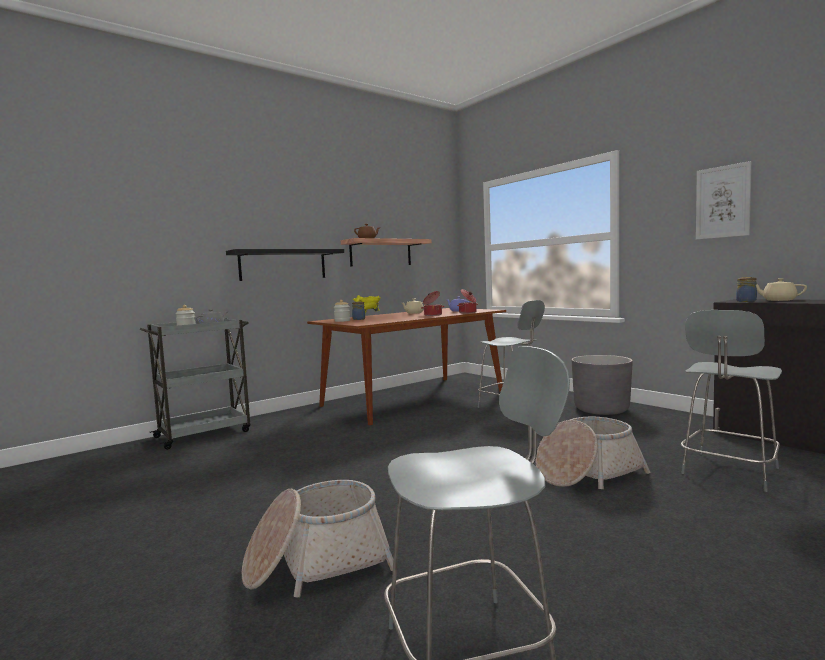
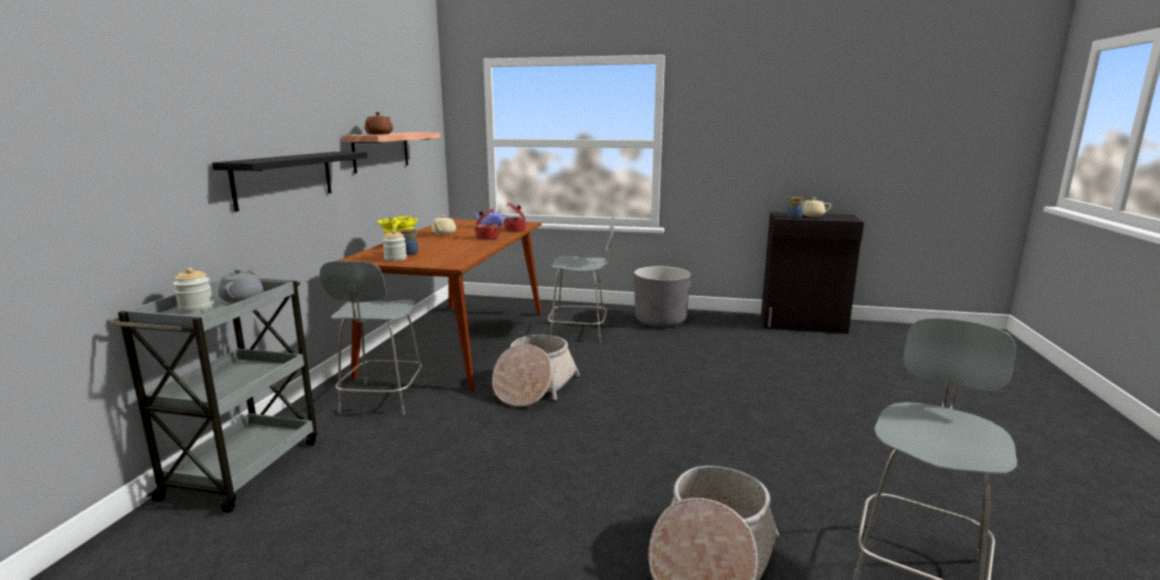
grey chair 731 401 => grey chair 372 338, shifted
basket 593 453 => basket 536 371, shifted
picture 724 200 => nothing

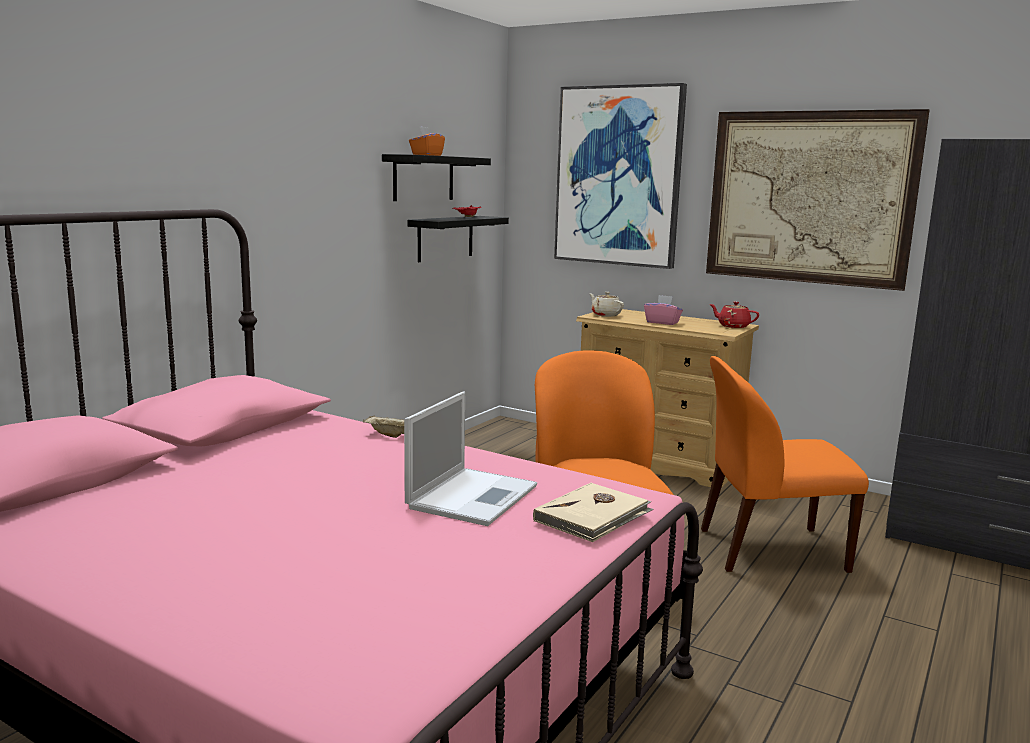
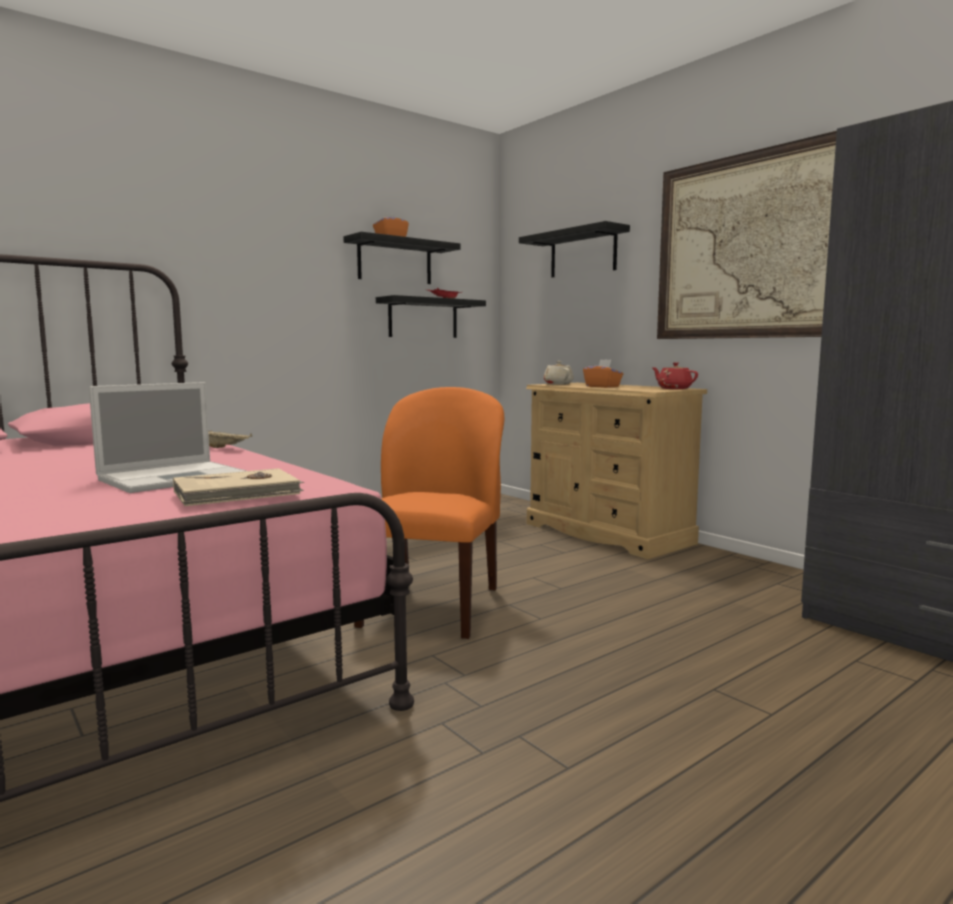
picture 620 176 => black shelf 574 249
pink tissue box 663 310 => orange tissue box 603 373
orange chair 785 464 => nothing

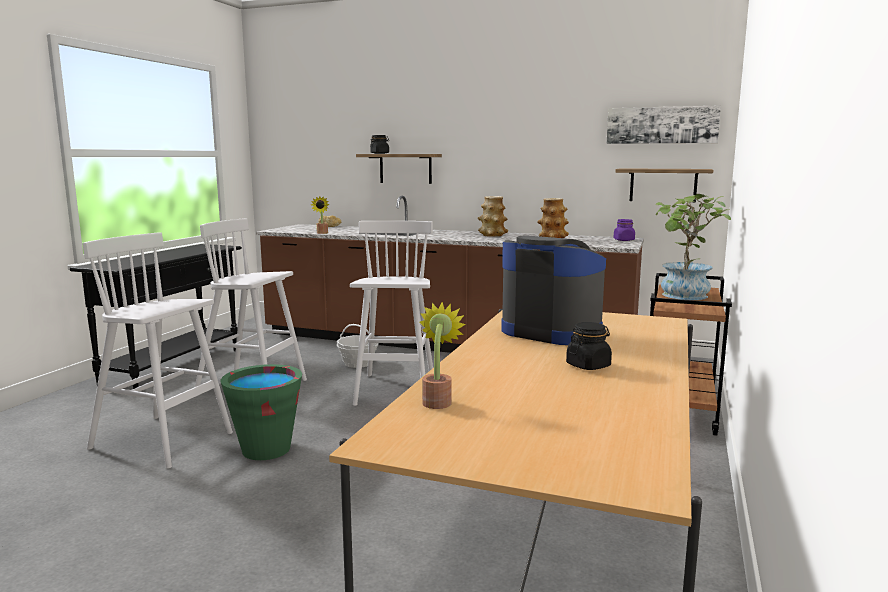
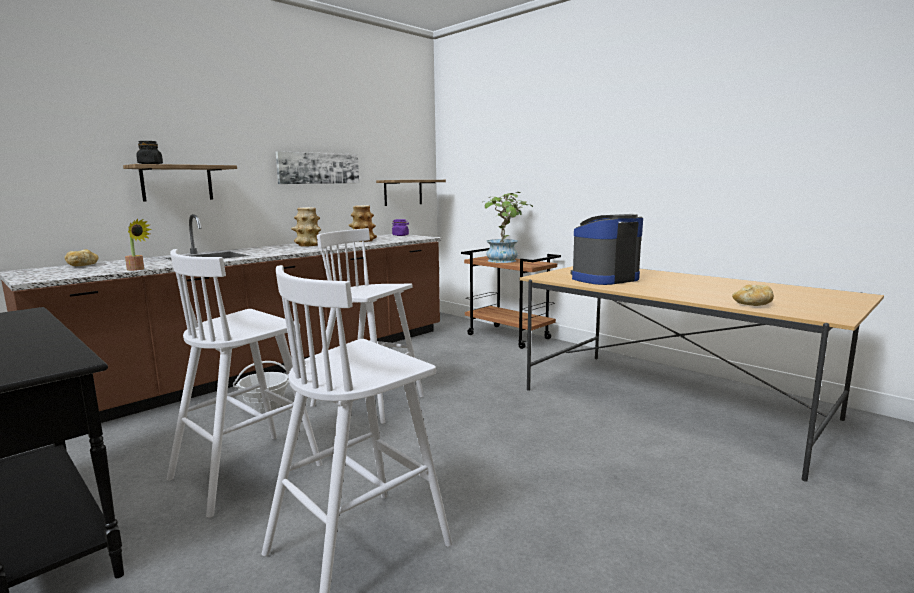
picture 664 124 => picture 317 167, shifted
potted plant 442 355 => bread 753 295
green bucket 261 412 => nothing
black jar 589 346 => nothing

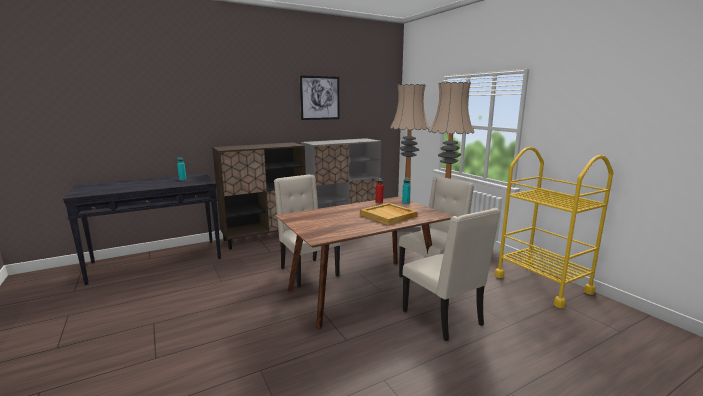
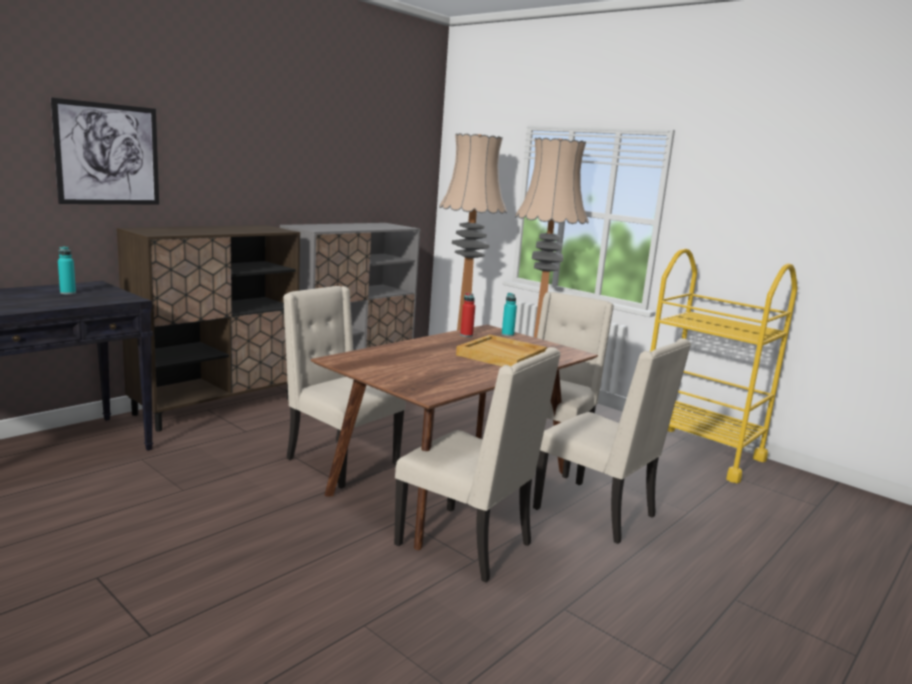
picture 320 97 => picture 105 151, shifted
nothing => beige chair 477 464

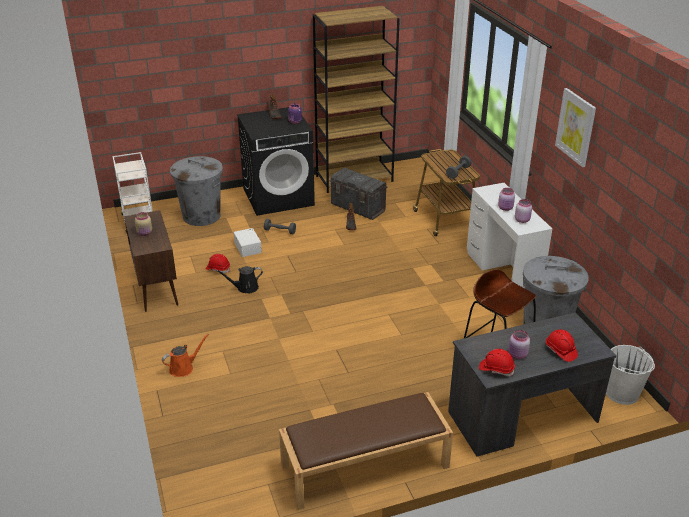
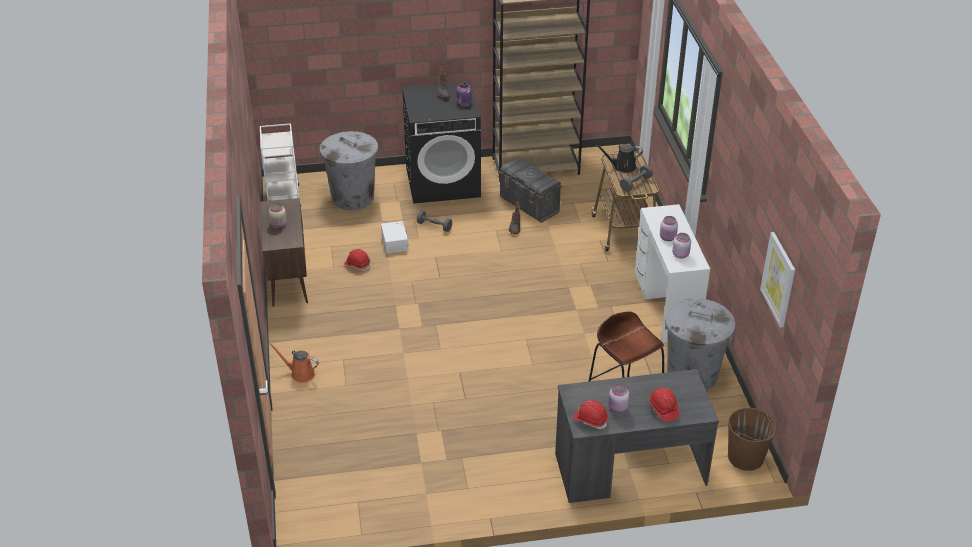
orange watering can 185 355 => orange watering can 294 363, 135 degrees counterclockwise
black watering can 239 279 => black watering can 619 158, shifted
white bucket 630 375 => brown bucket 752 439
picture 575 127 => picture 777 280, shifted
brown bench 366 451 => nothing

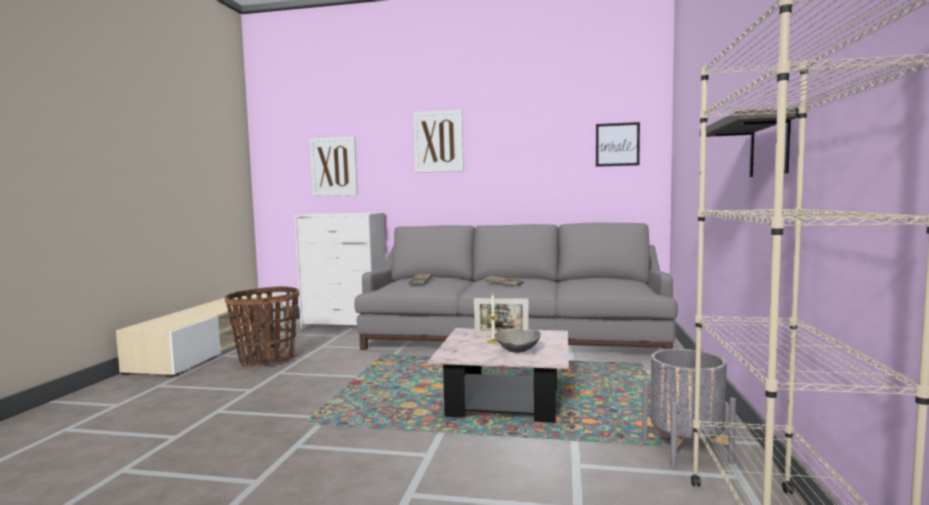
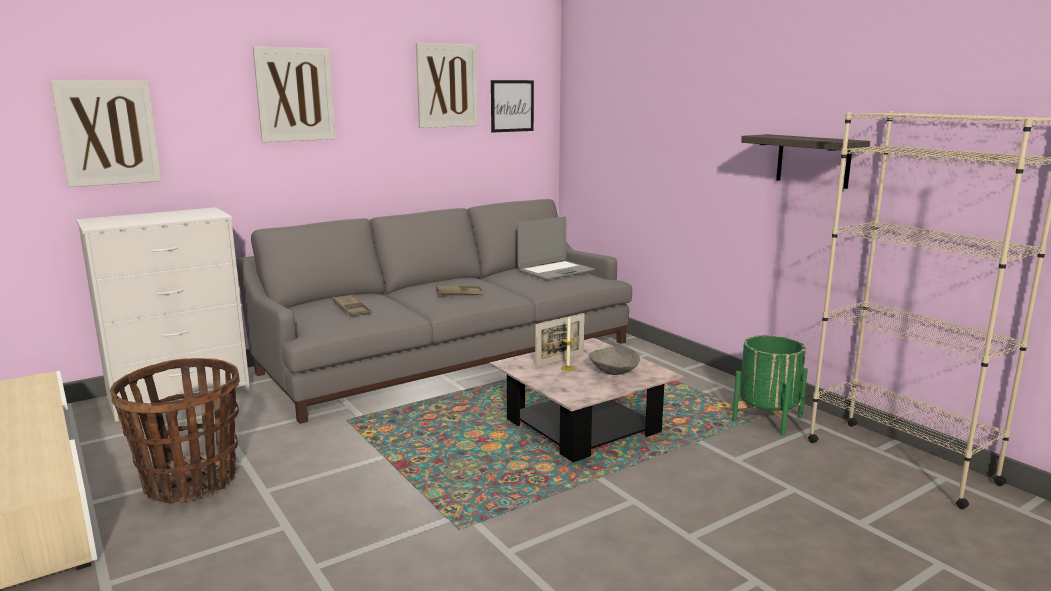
nothing => picture 447 85
nothing => laptop 556 247
grey planter 689 409 => green planter 770 385

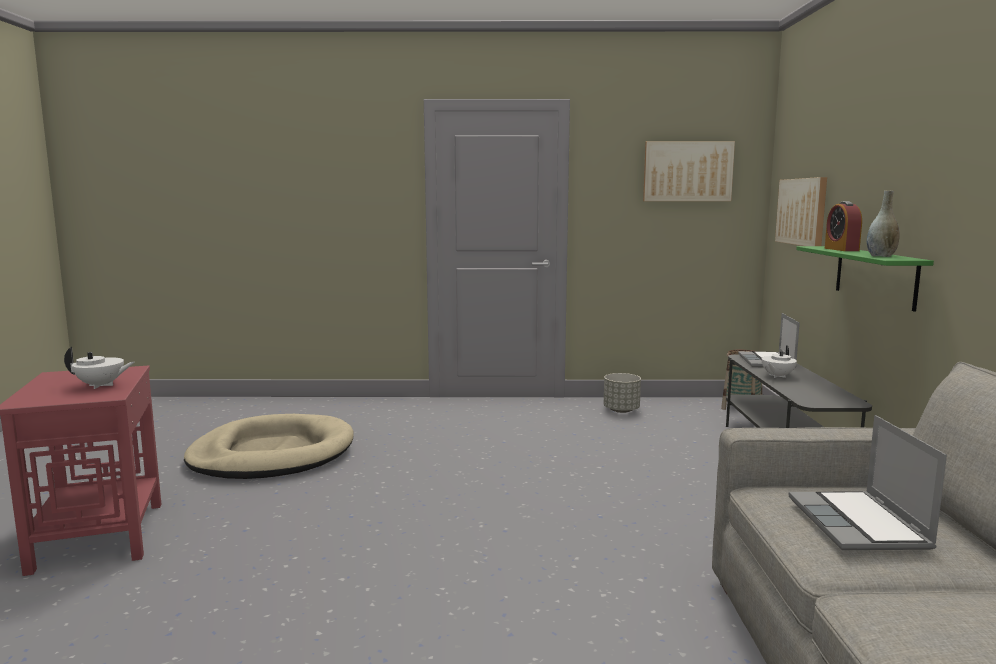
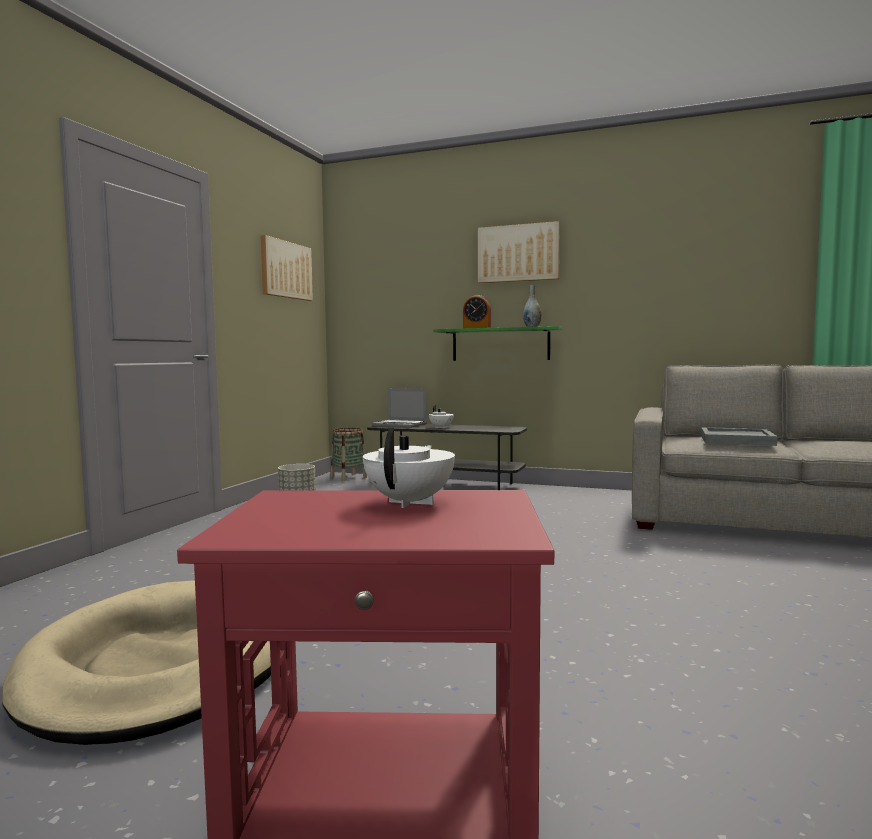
picture 801 211 => picture 519 252, shifted
laptop 868 482 => grey tray 739 436

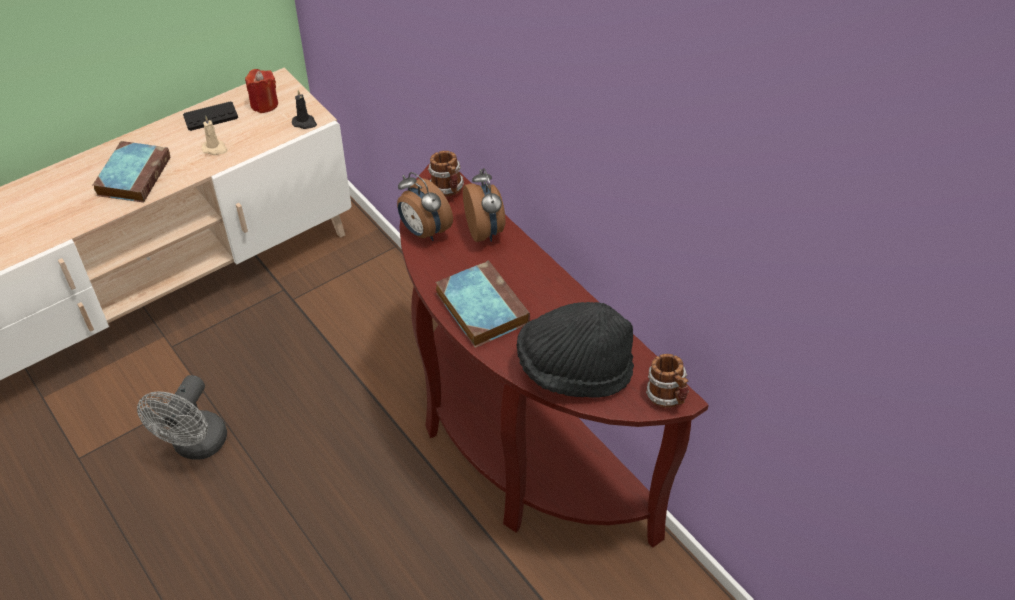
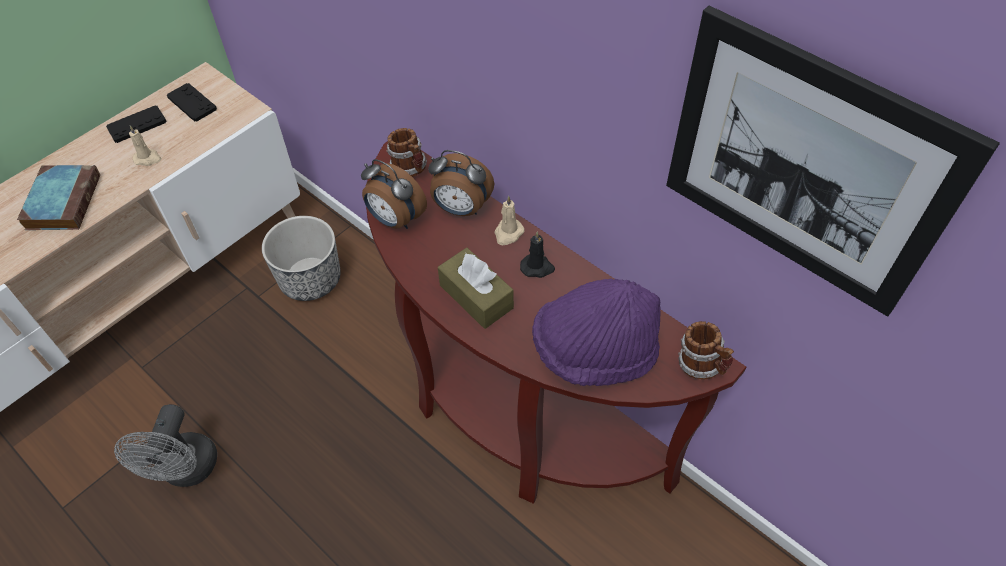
red candle 261 91 => black game controller 192 102
nothing => planter 301 258
alarm clock 484 205 => alarm clock 461 183, 135 degrees clockwise
book 483 304 => brown tissue box 476 288
nothing => beige candle 509 220
black candle 304 109 => black candle 537 254, shifted
black hat 575 350 => purple hat 596 332
nothing => picture 833 161

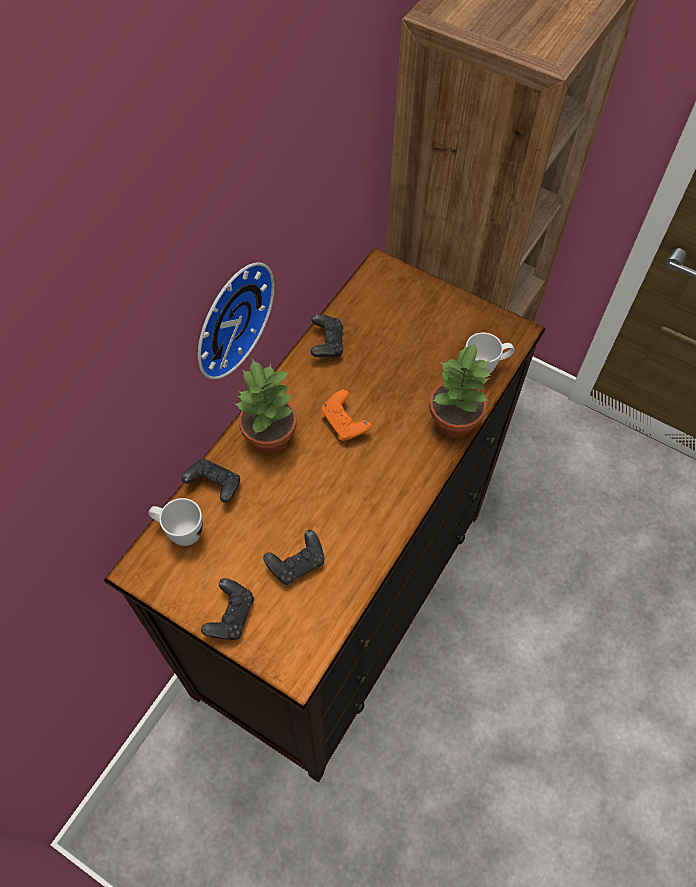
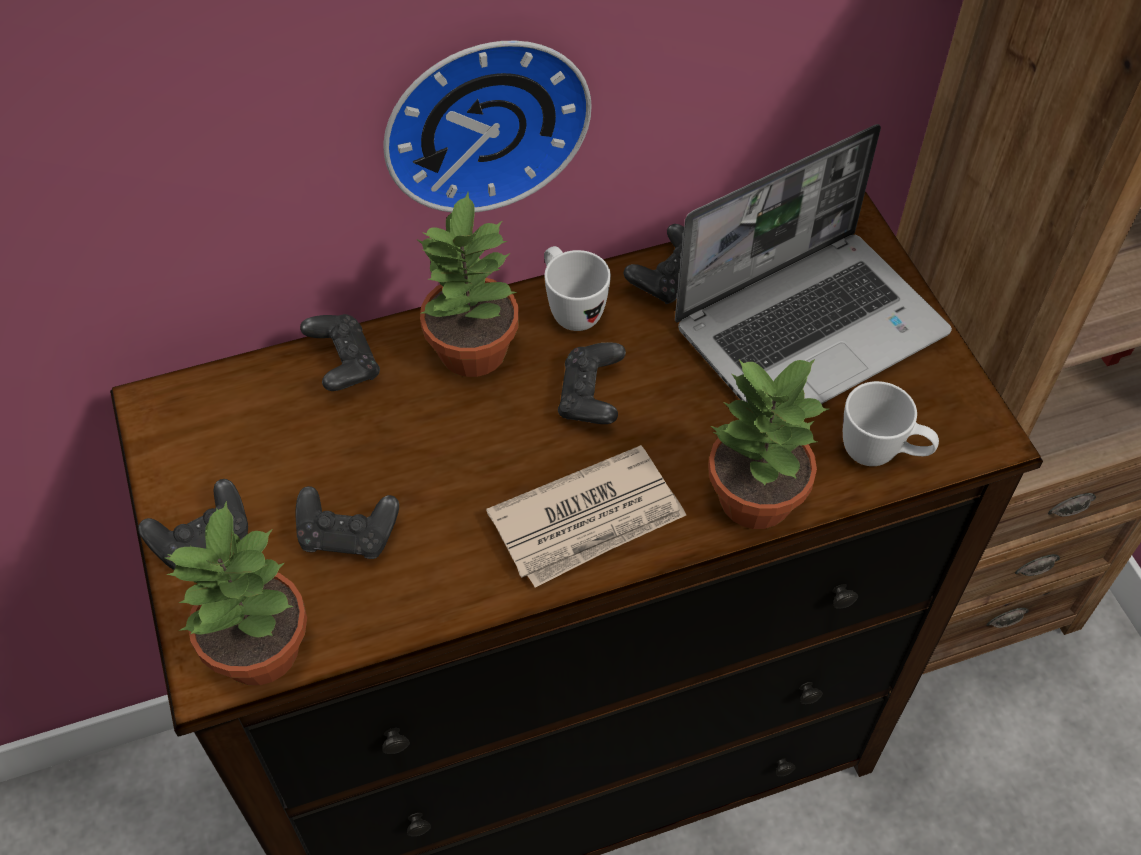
nothing => potted plant 236 593
nothing => newspaper 586 516
white mug 175 522 => white mug 577 288, shifted
orange game controller 346 415 => black game controller 592 383
nothing => laptop 813 264

